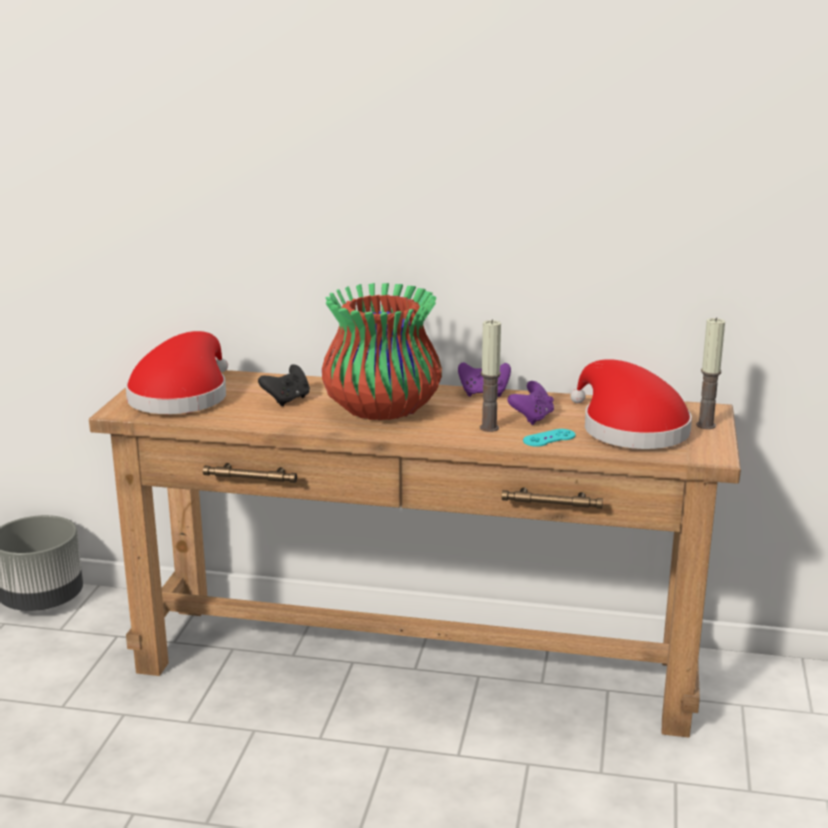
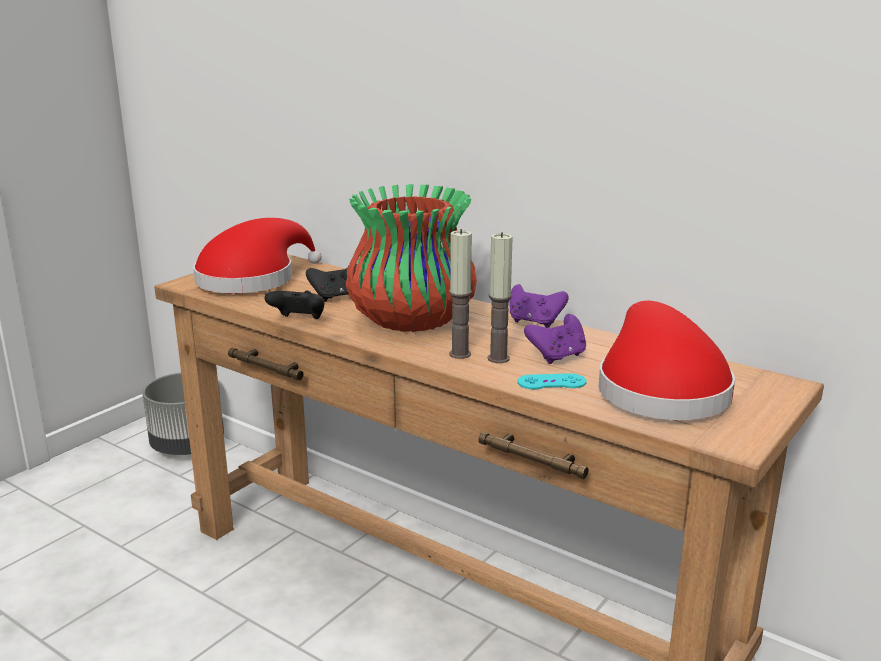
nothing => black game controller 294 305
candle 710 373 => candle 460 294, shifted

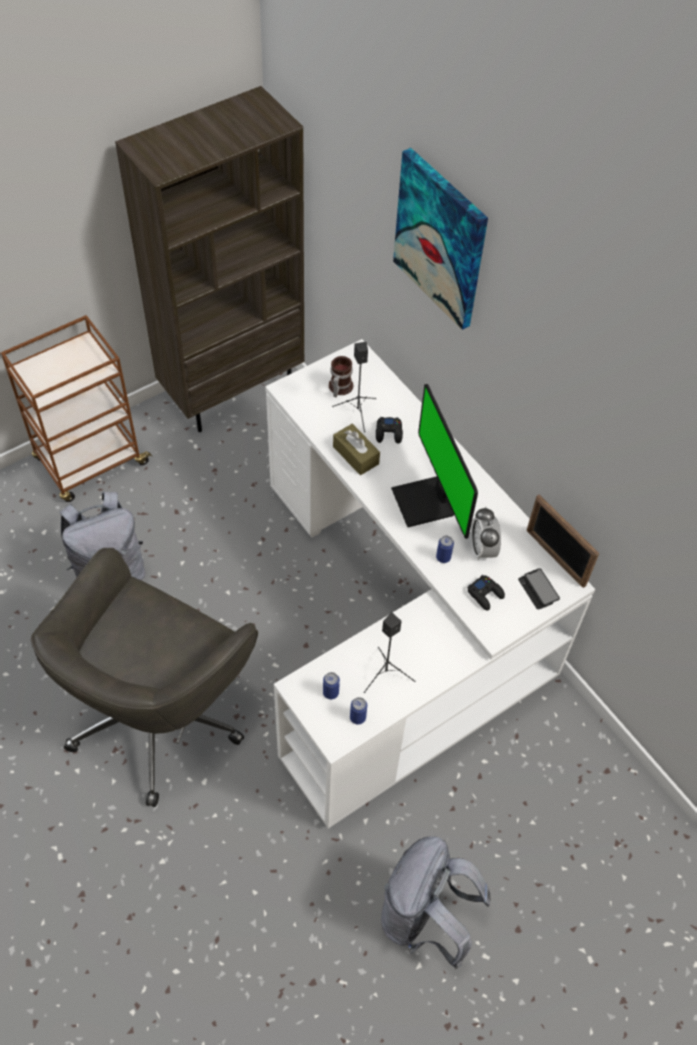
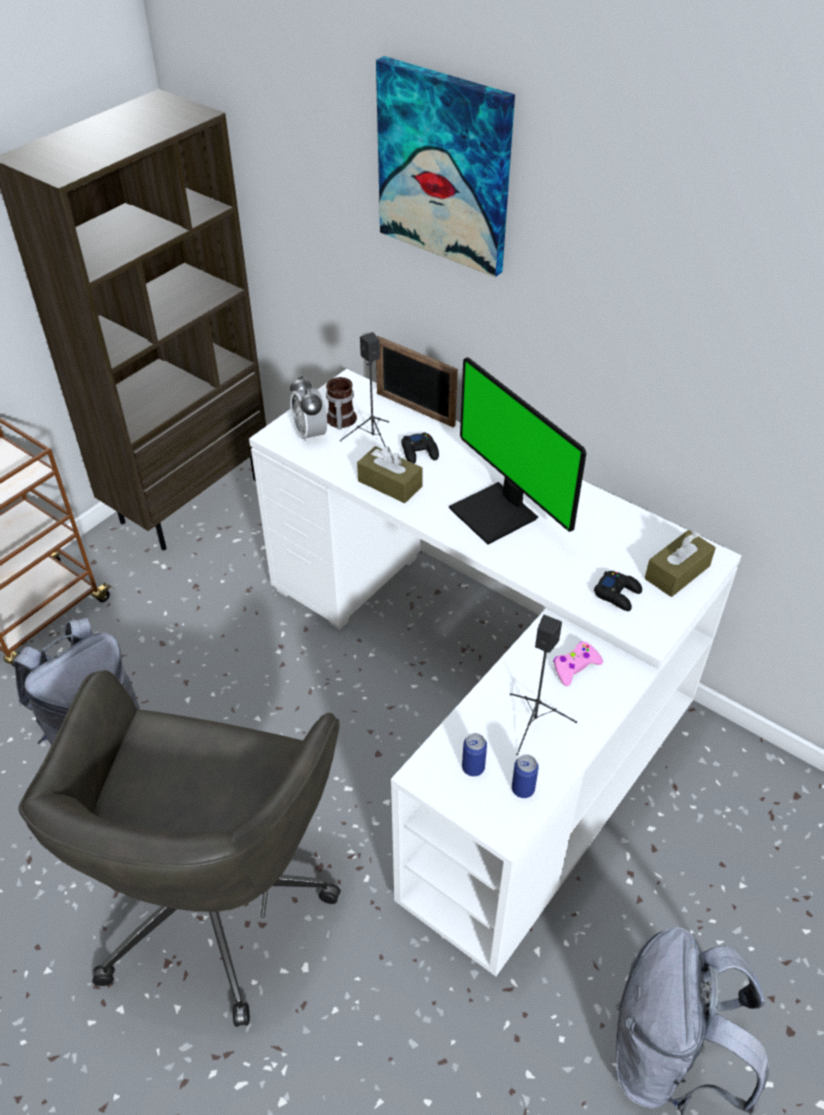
alarm clock 486 534 => alarm clock 308 410, shifted
picture frame 563 541 => picture frame 417 381, shifted
nothing => pink game controller 578 663
phone 539 588 => brown tissue box 680 563
can 445 549 => nothing

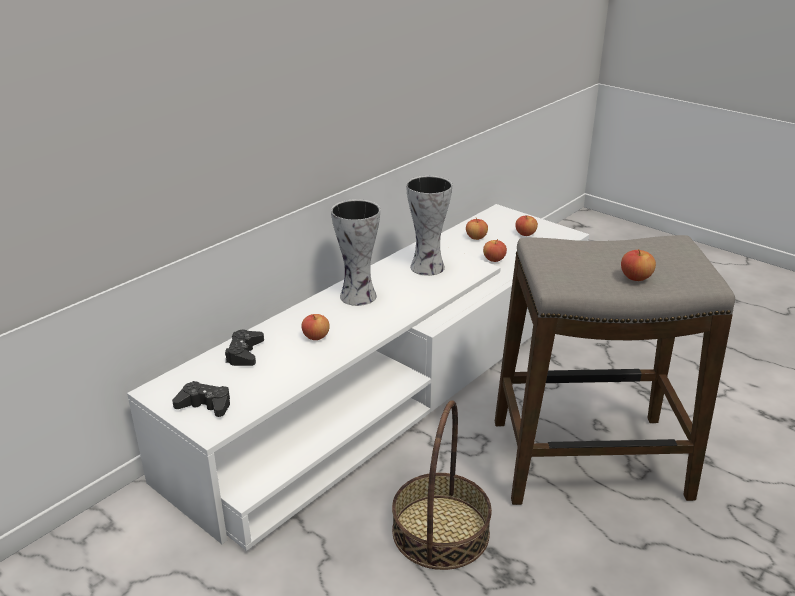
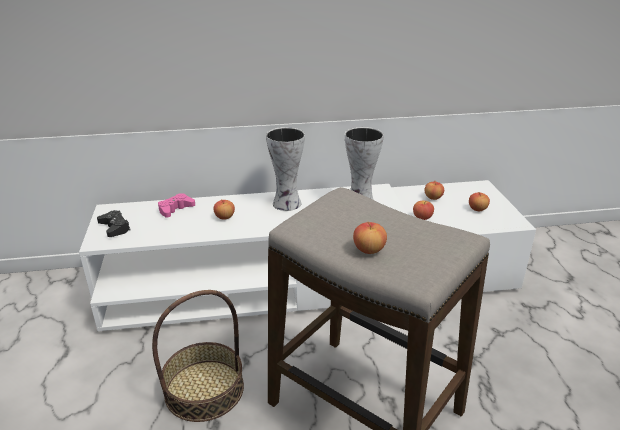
black game controller 244 348 => pink game controller 176 205

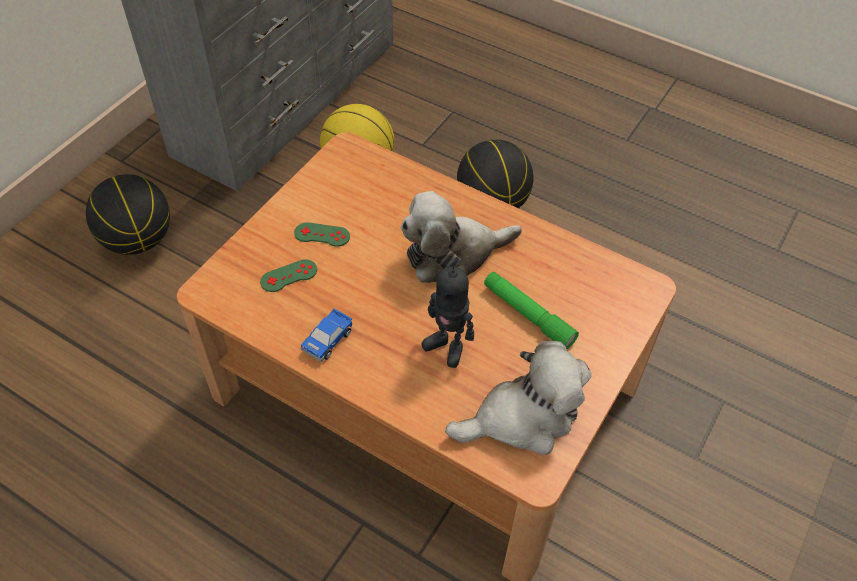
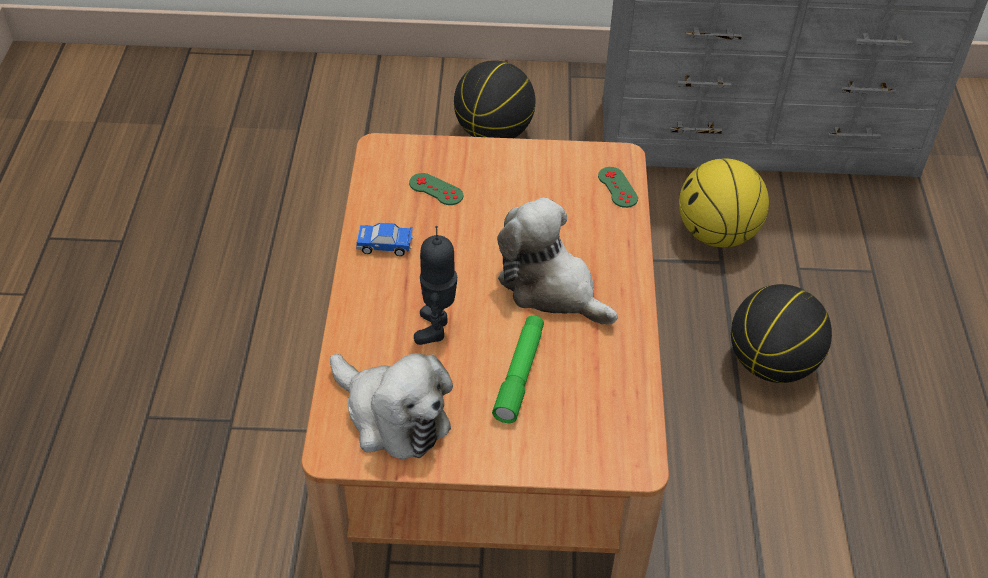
green game controller 322 234 => green game controller 618 187, shifted

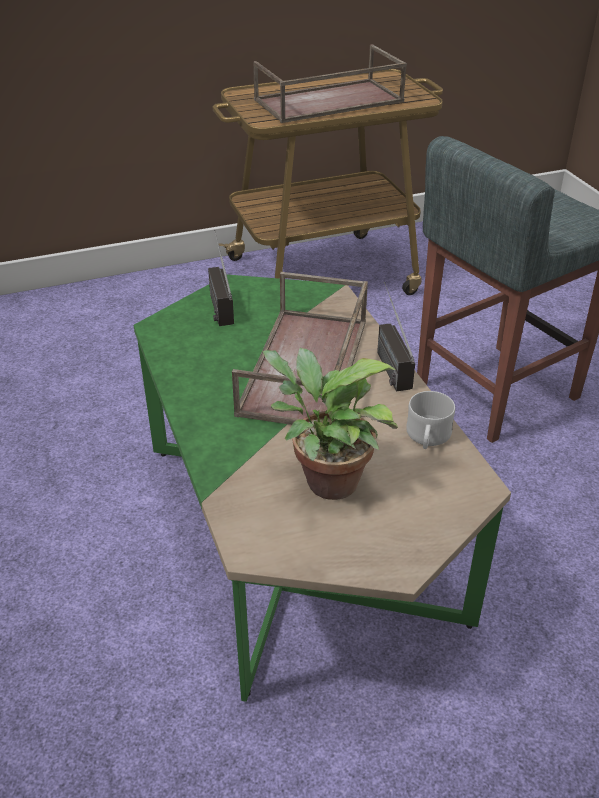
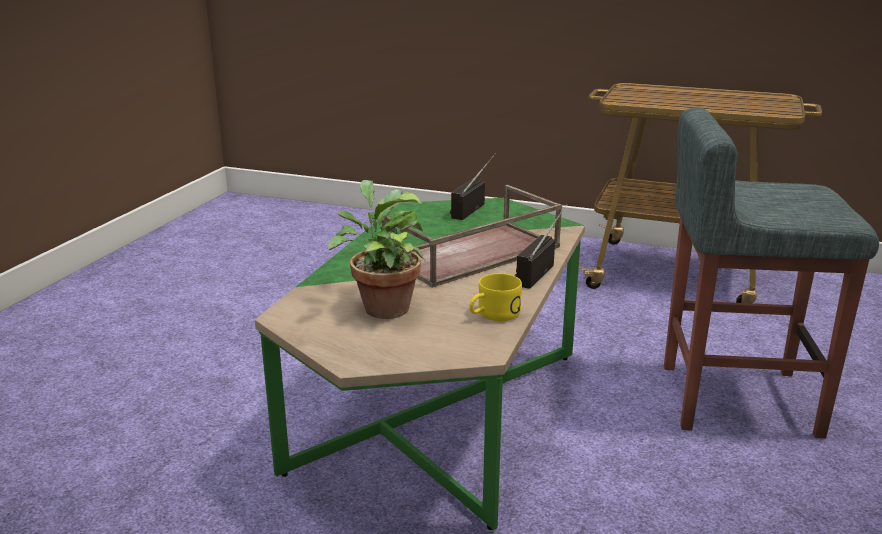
white mug 430 420 => yellow mug 496 297
brown tray 330 83 => nothing

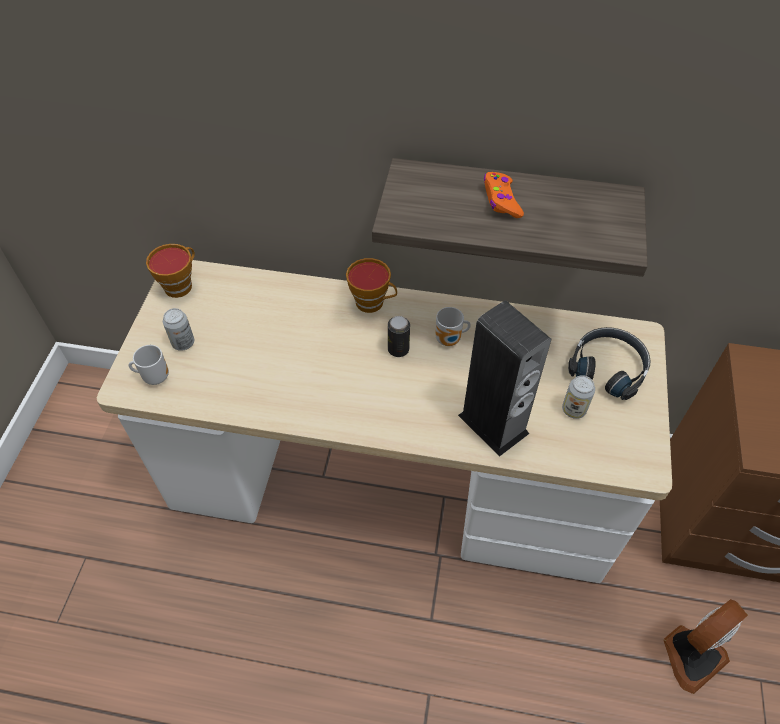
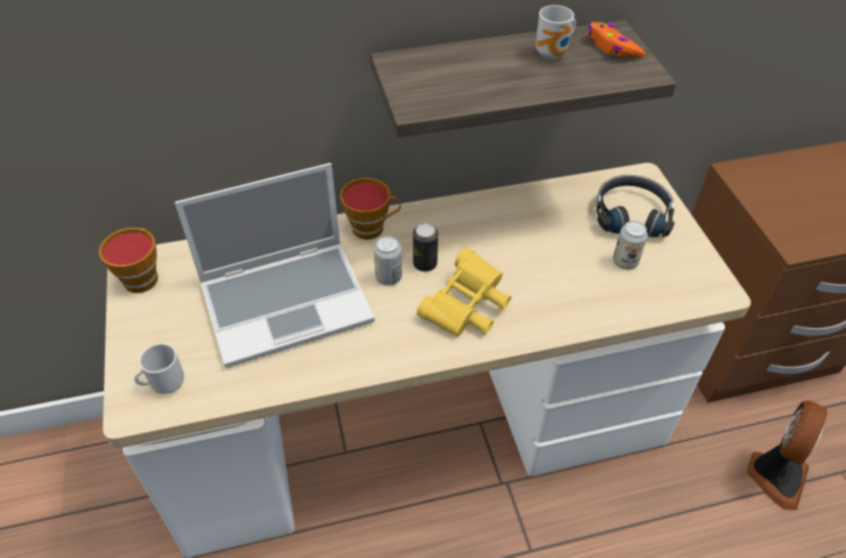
nothing => laptop 275 265
can 178 329 => can 388 261, shifted
nothing => yellow binoculars 464 292
mug 453 326 => mug 556 32, shifted
orange game controller 504 195 => orange game controller 616 40, shifted
speaker 504 379 => nothing

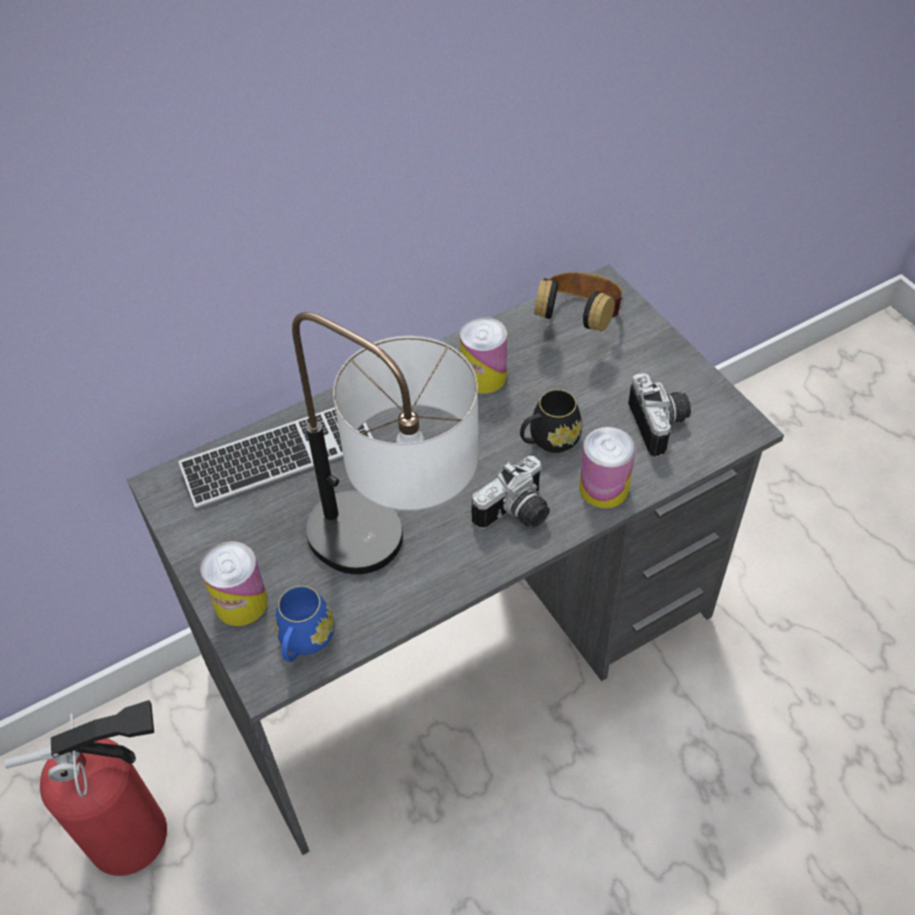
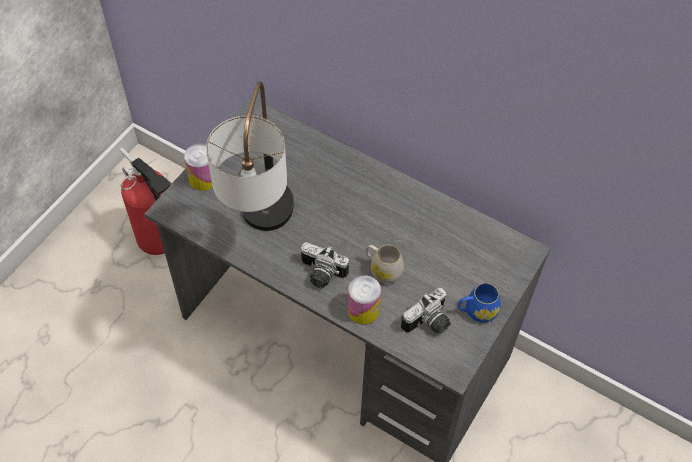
black mug 551 421 => white mug 385 263
blue mug 304 624 => blue mug 479 302, shifted
keyboard 275 457 => nothing
can 483 355 => nothing
headphones 579 301 => nothing

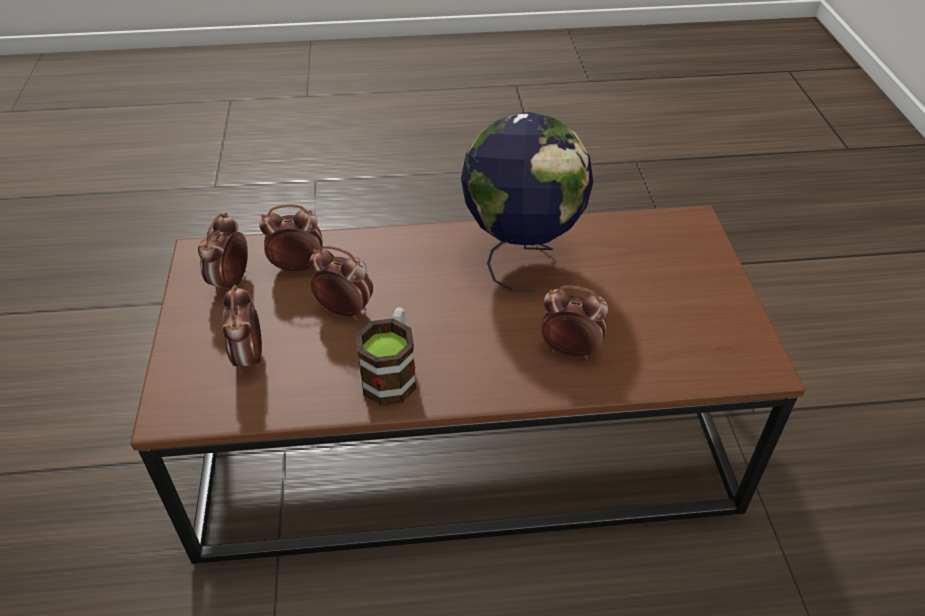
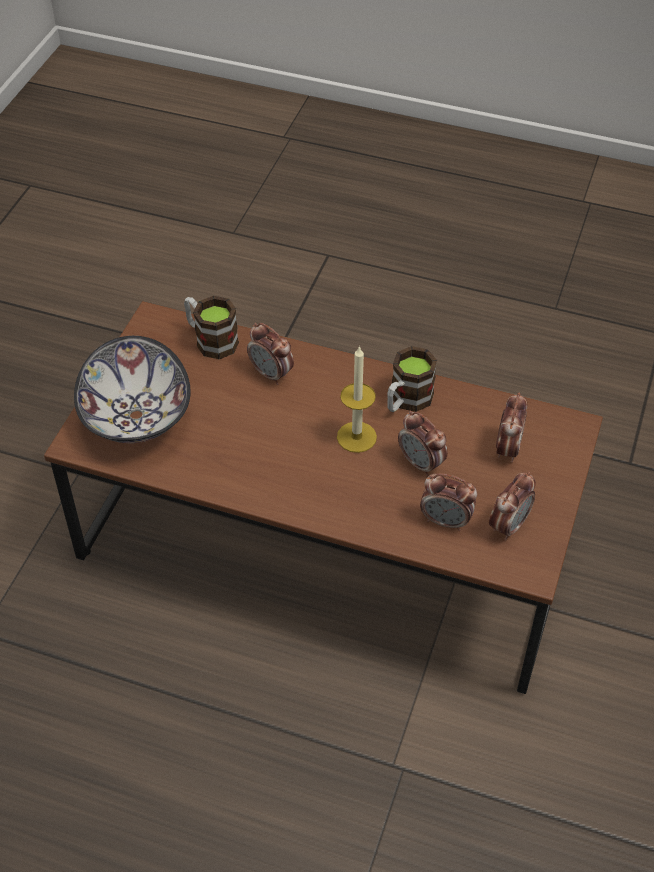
nothing => bowl 132 389
nothing => mug 211 327
nothing => candle 357 399
globe 527 202 => nothing

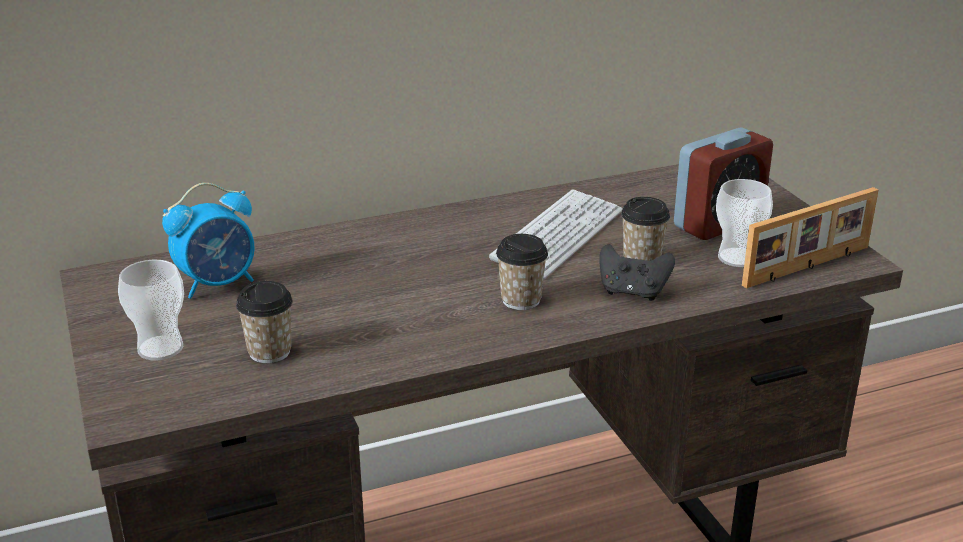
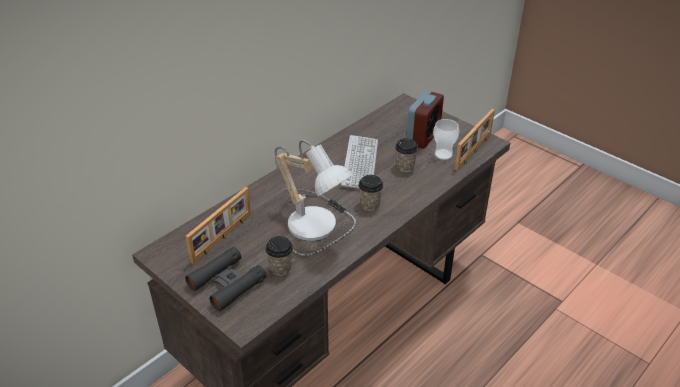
alarm clock 208 241 => picture frame 218 225
cup 151 310 => black binoculars 226 279
nothing => table lamp 315 198
black game controller 637 272 => nothing

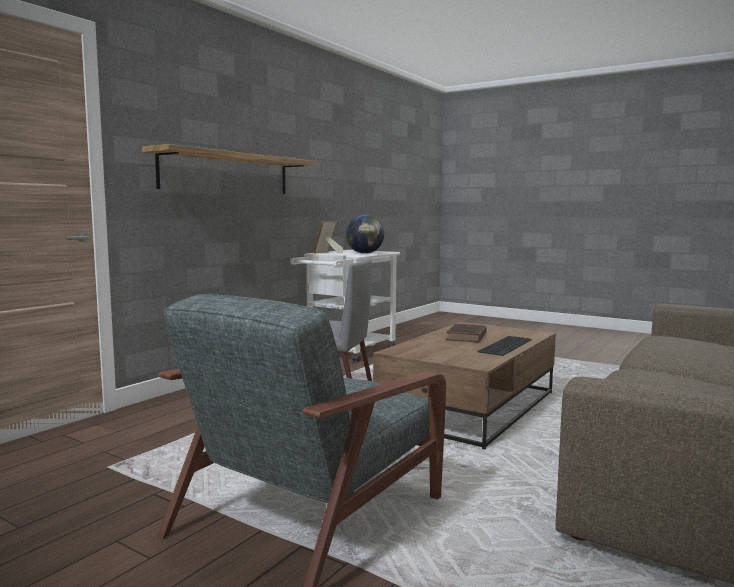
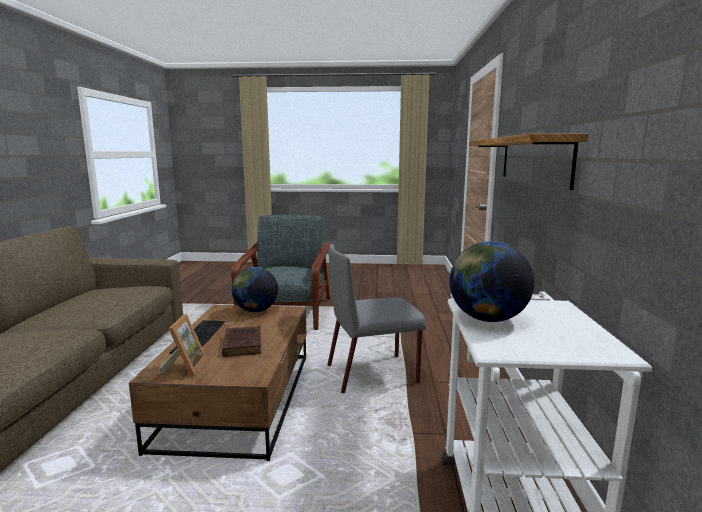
picture frame 328 237 => picture frame 183 345, shifted
nothing => globe 255 289

